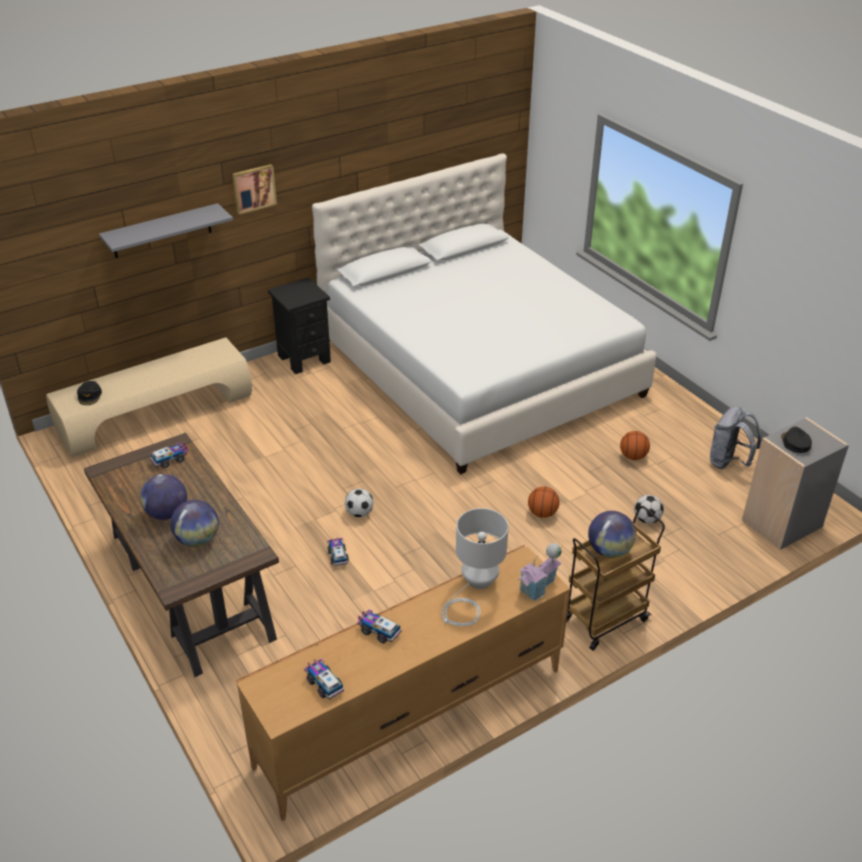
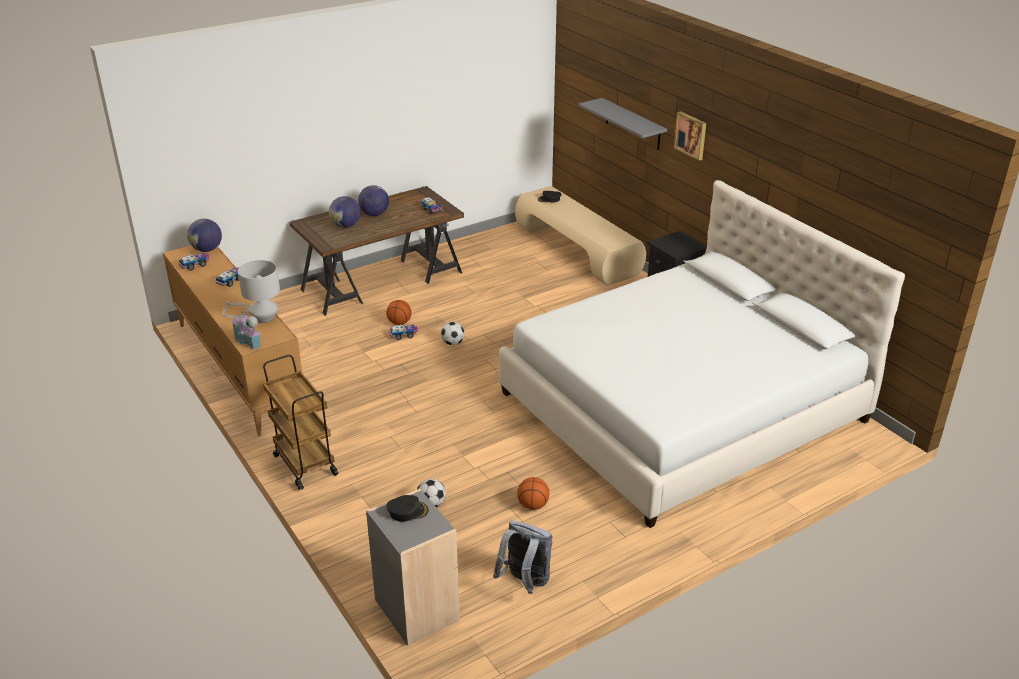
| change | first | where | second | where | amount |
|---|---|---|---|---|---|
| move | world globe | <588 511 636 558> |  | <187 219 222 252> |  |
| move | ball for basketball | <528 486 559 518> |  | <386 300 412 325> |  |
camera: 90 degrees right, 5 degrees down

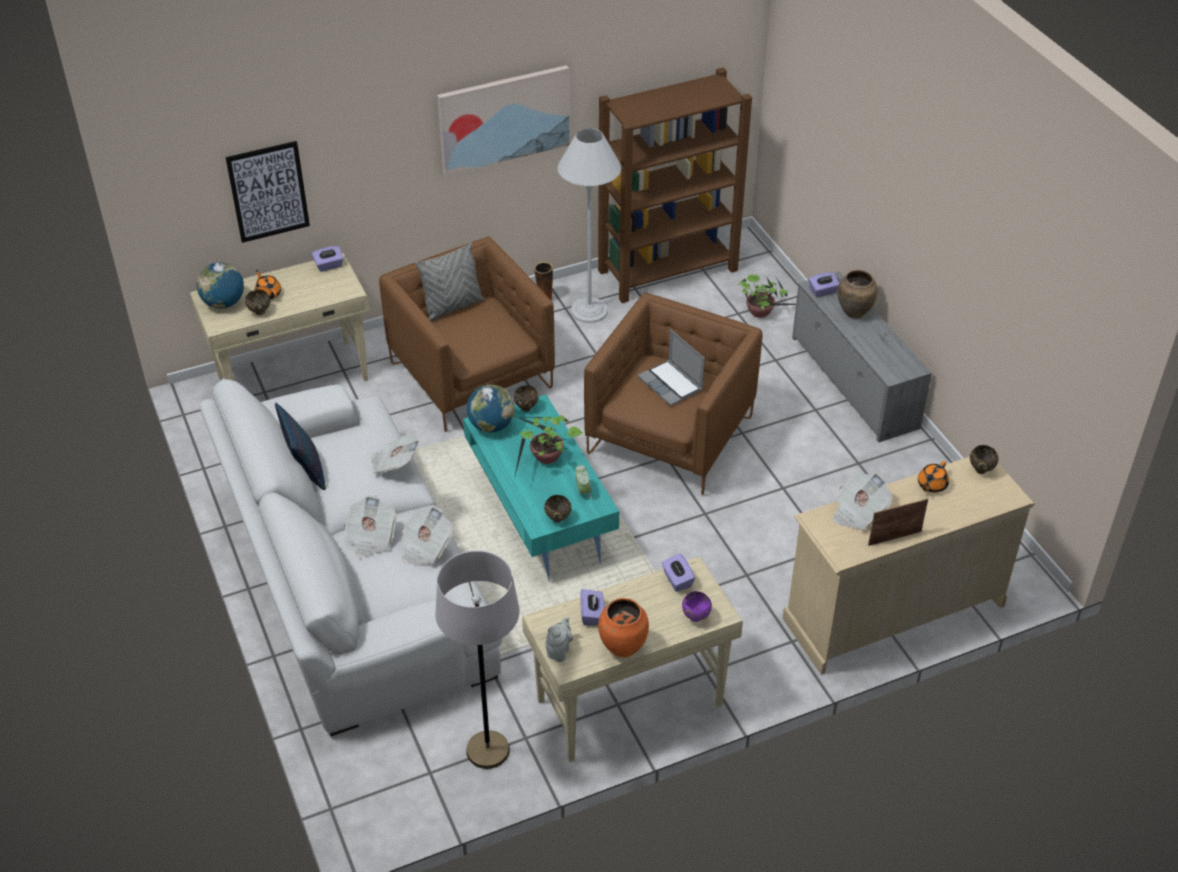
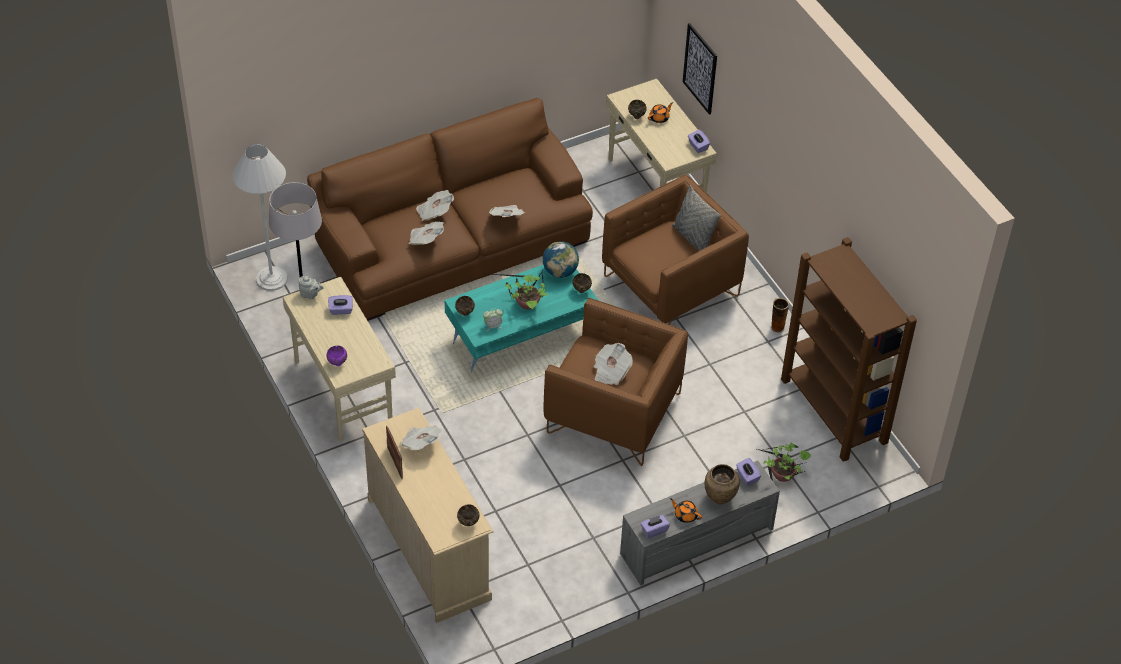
| change | first | where | second | where | amount |
|---|---|---|---|---|---|
| move | standard lamp in whitish | <557 128 621 323> |  | <232 144 288 291> |  |
| recolor | couch in whitish | <200 379 502 736> | couch in brown-coloured | <307 98 593 321> |  |
| replace | laptop | <638 329 705 406> | daily paper | <594 343 633 385> |  |
| move | tissue box in purple-coloured | <662 553 695 592> |  | <641 515 670 538> |  |
| move | tea pot in orangey | <918 461 949 493> |  | <670 498 702 523> |  |
| delete | world globe | <197 262 244 309> |  |  |  |
| delete | throw pillow in blue | <275 403 326 490> |  |  |  |
| delete | picture | <437 65 570 176> |  |  |  |
| delete | vase in orangey | <598 598 649 658> |  |  |  |
camera: 85 degrees right, 5 degrees up

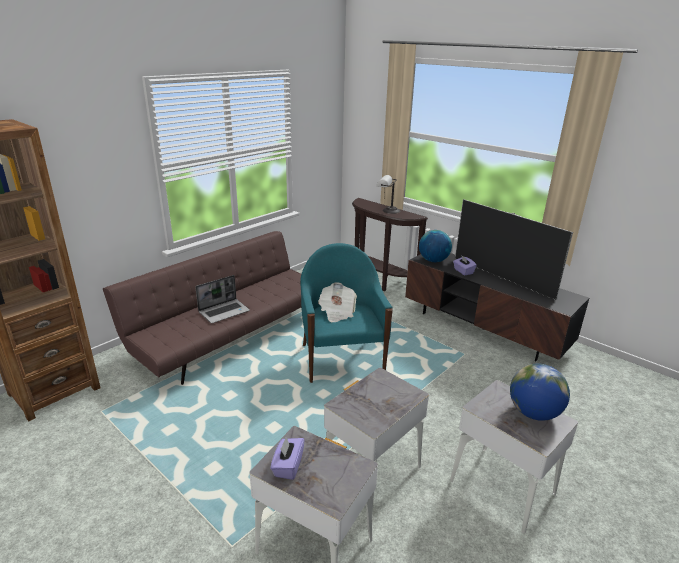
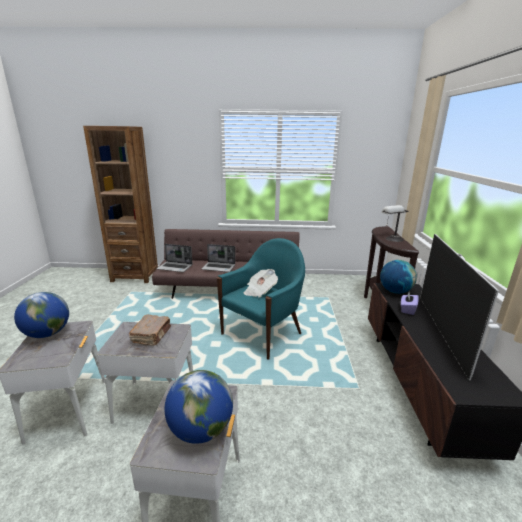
| change | first | where | second | where | amount |
|---|---|---|---|---|---|
| replace | tissue box in purple-coloured | <270 437 305 480> | world globe | <14 292 69 338> |  |
| insert |  |  | book in brown-coloured | <129 315 171 345> |  |
| insert |  |  | laptop | <156 244 193 272> |  |
camera: 50 degrees right, 5 degrees down

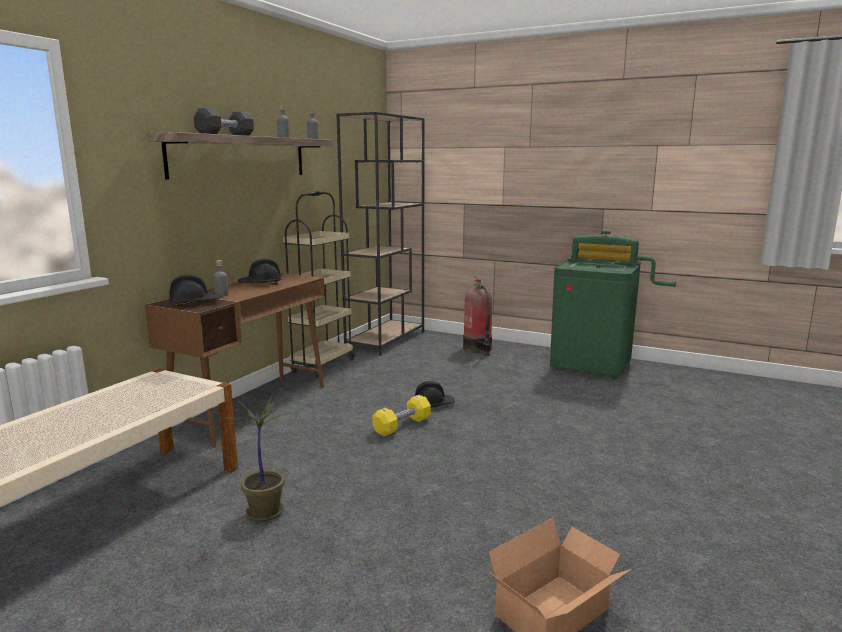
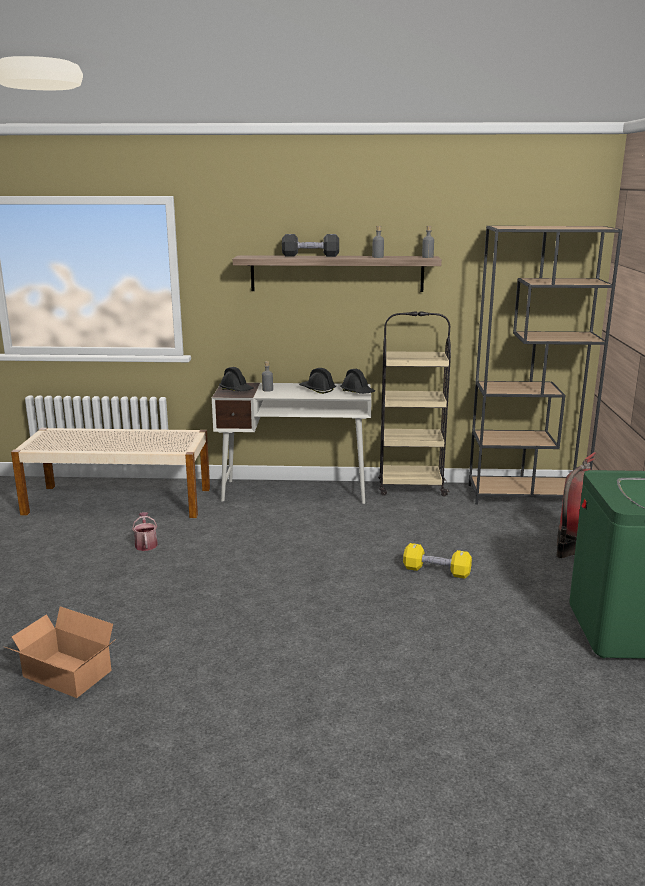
| change | first | where | second | where | amount |
|---|---|---|---|---|---|
| replace | plant in a pot | <218 394 304 522> | watering can | <132 512 158 551> |  |
| recolor | desk unit in brown-coloured | <145 273 325 447> | desk unit in whitish | <212 383 372 504> |  |
| move | hard hat in black | <415 381 455 408> |  | <340 369 375 394> |  |
| move | free weight in yellowish | <372 395 431 437> |  | <403 543 472 579> |  |
camera: 65 degrees right, 5 degrees up

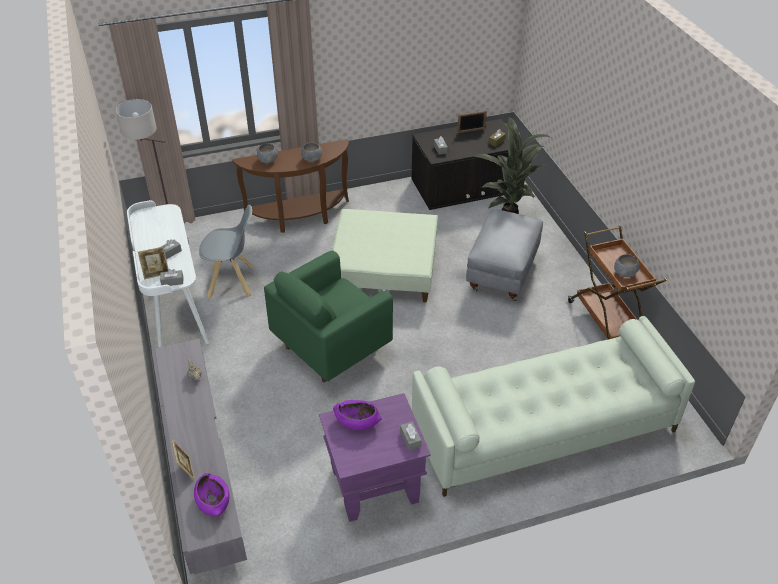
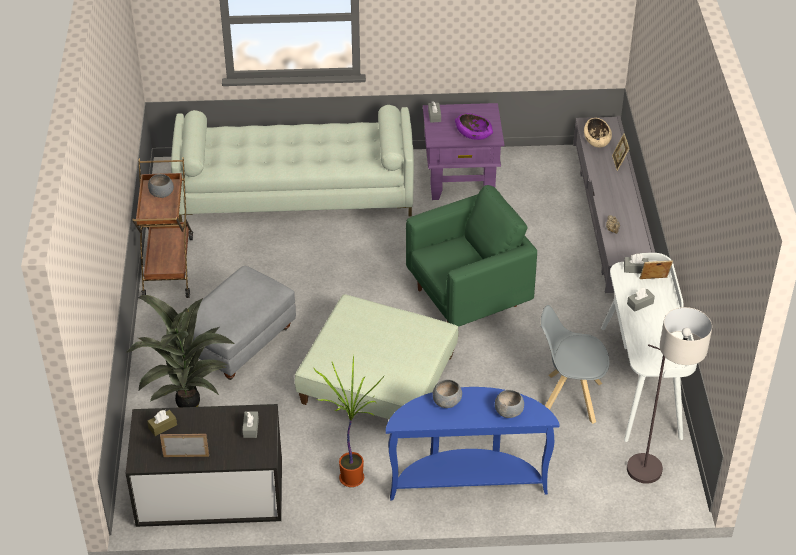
| change | first | where | second | where | amount |
|---|---|---|---|---|---|
| insert |  |  | plant in a pot | <313 355 385 487> |  |
| recolor | hall table in brown-coloured | <232 139 349 233> | hall table in blue | <386 387 560 500> |  |
| recolor | deep dish in purple-coloured | <194 473 230 516> | deep dish in beige | <584 118 612 148> |  |
camera: 165 degrees left, 0 degrees up

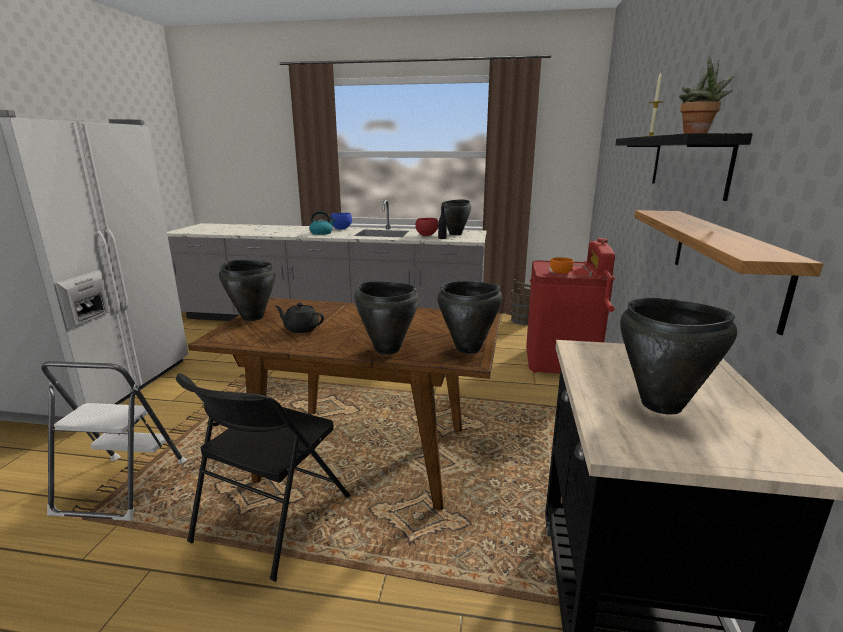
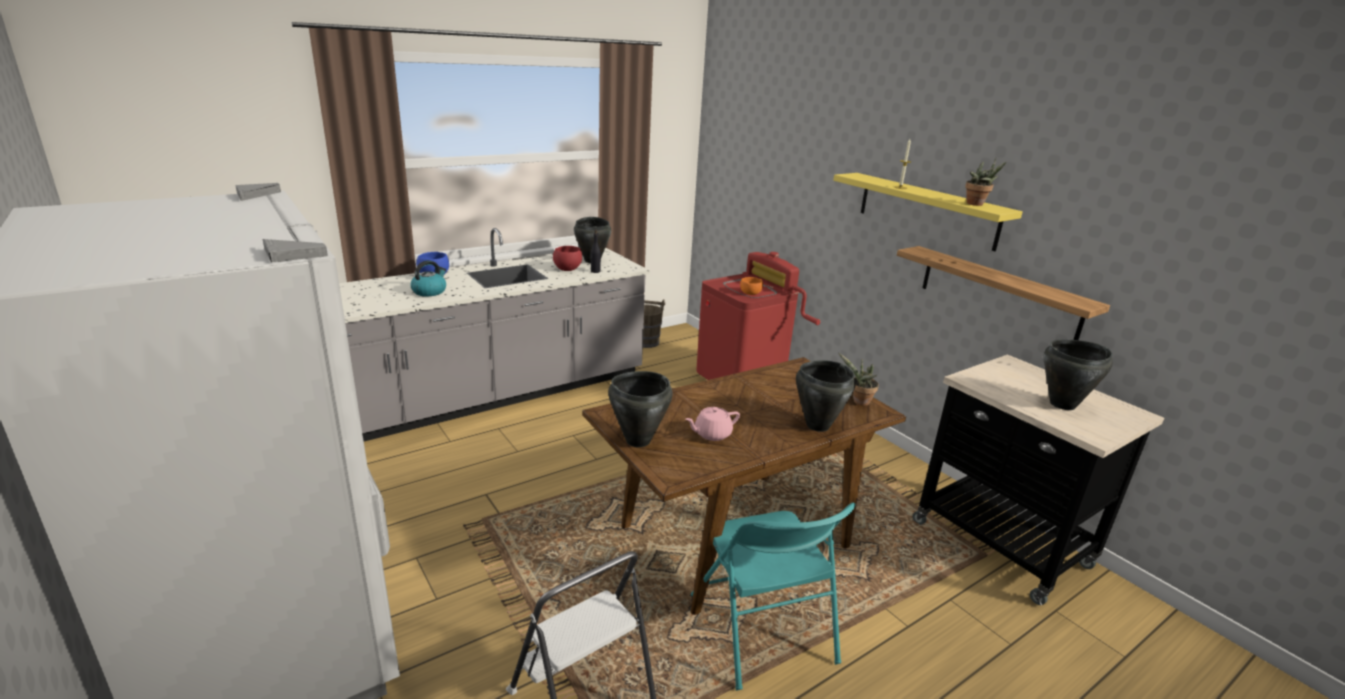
| change | first | where | second | where | amount |
|---|---|---|---|---|---|
| recolor | tea pot in black | <275 303 324 333> | tea pot in pink-coloured | <685 407 740 441> |  |
| recolor | plain chair in black | <176 373 351 582> | plain chair in blue-green | <691 503 856 691> |  |
| recolor | wall shelf in black | <616 133 753 201> | wall shelf in yellowish | <833 173 1023 251> |  |
| replace | saucepot in black | <437 281 502 354> | plant in a pot | <838 353 879 406> |  |
camera: 45 degrees left, 5 degrees up

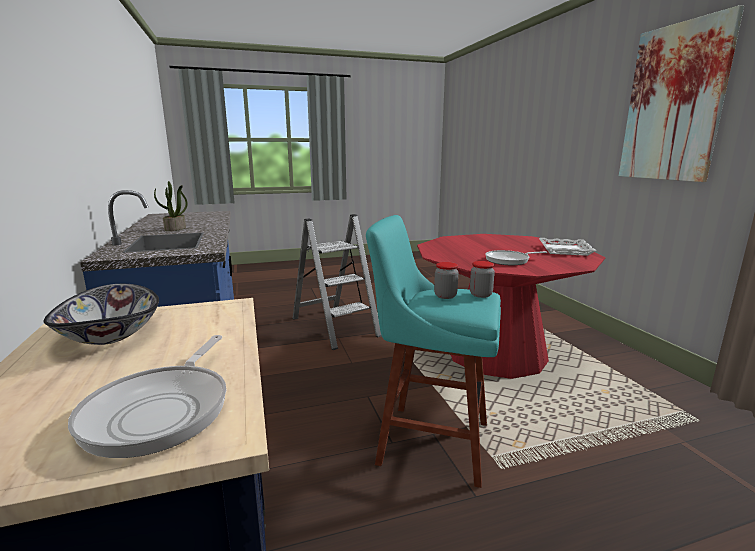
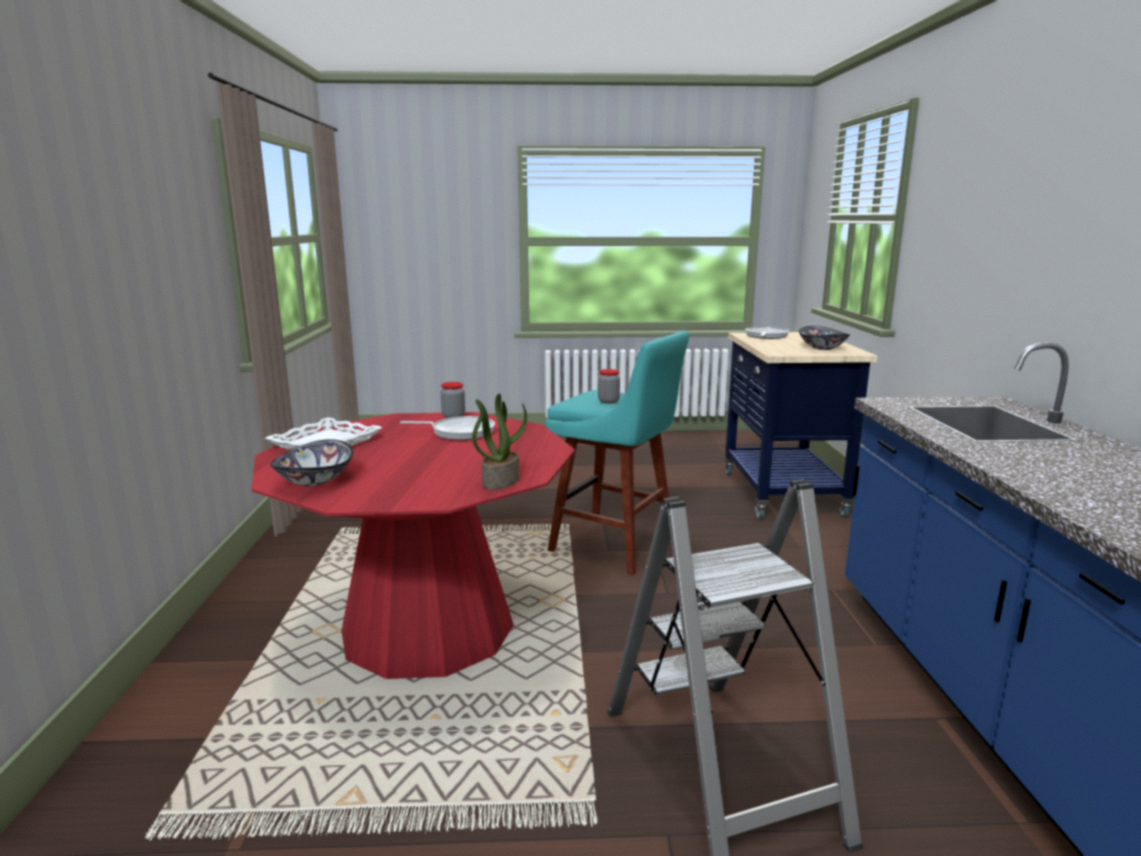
| change | first | where | second | where | amount |
|---|---|---|---|---|---|
| insert |  |  | deep dish | <270 439 354 487> |  |
| move | storage jar | <470 261 495 298> |  | <441 382 465 418> |  |
| move | plant in a pot | <154 181 188 231> |  | <472 393 527 490> |  |
| delete | picture | <619 5 744 182> |  |  |  |
camera: 165 degrees left, 0 degrees up

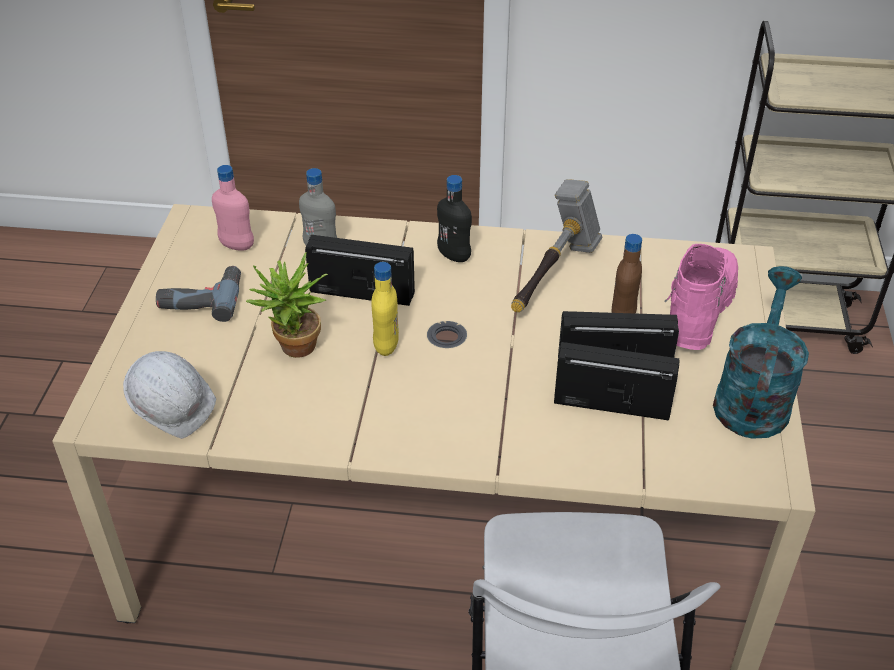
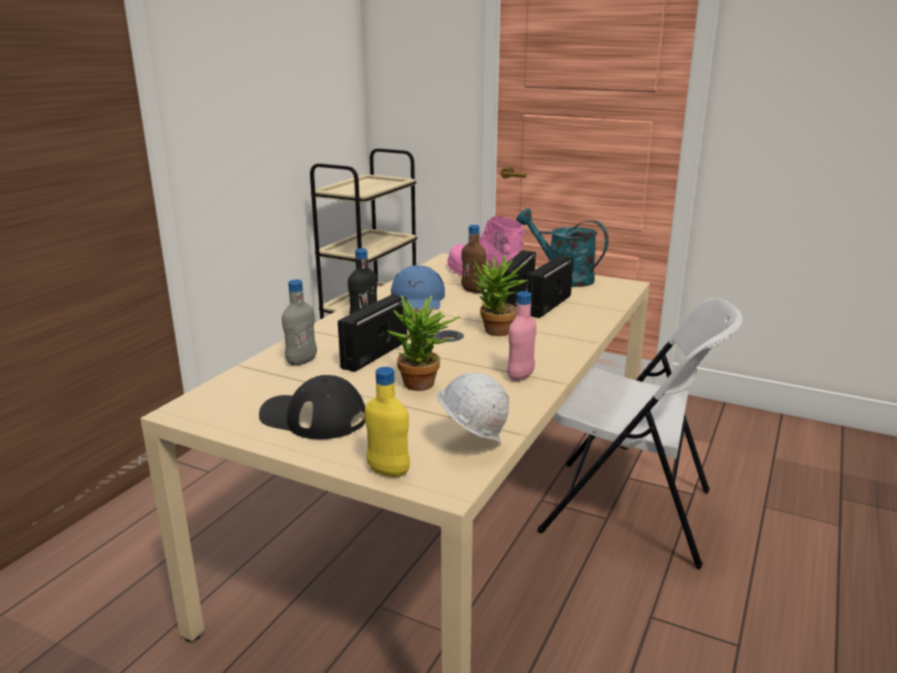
| change | first | where | second | where | amount |
|---|---|---|---|---|---|
| replace | drill | <156 266 241 322> | peaked cap in black | <259 375 365 439> |  |
| move | bottle in yellowish | <371 262 399 356> |  | <364 367 410 477> |  |
| replace | hand hammer | <511 179 602 312> | peaked cap in blue | <391 265 445 309> |  |
| insert |  |  | plant in a pot | <473 254 528 336> |  |
| move | bottle in pink-coloured | <212 165 254 251> |  | <507 291 536 381> |  |
camera: 70 degrees left, 20 degrees down

